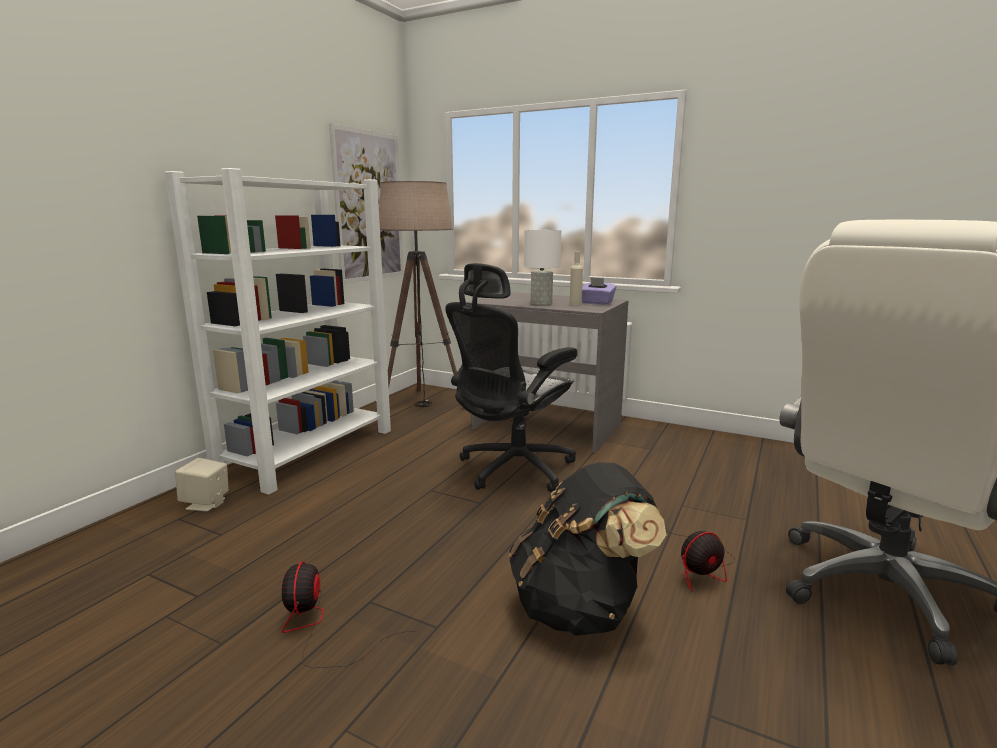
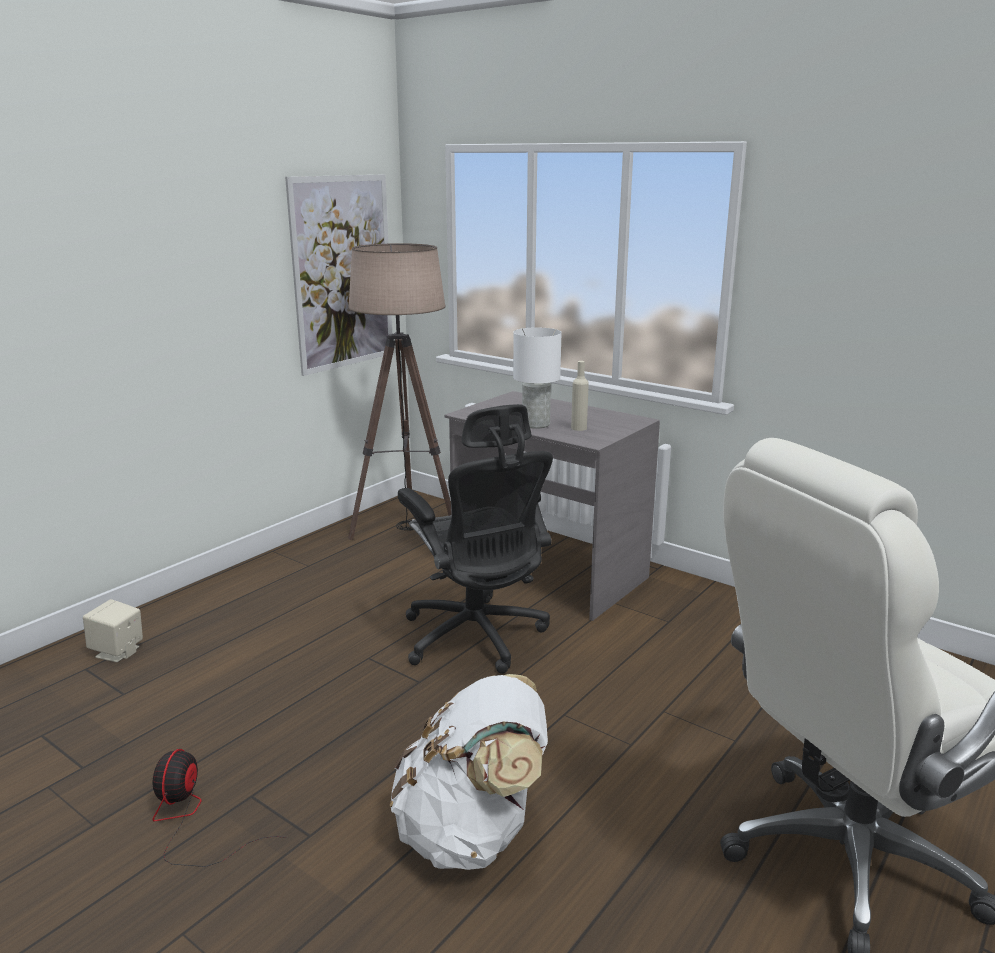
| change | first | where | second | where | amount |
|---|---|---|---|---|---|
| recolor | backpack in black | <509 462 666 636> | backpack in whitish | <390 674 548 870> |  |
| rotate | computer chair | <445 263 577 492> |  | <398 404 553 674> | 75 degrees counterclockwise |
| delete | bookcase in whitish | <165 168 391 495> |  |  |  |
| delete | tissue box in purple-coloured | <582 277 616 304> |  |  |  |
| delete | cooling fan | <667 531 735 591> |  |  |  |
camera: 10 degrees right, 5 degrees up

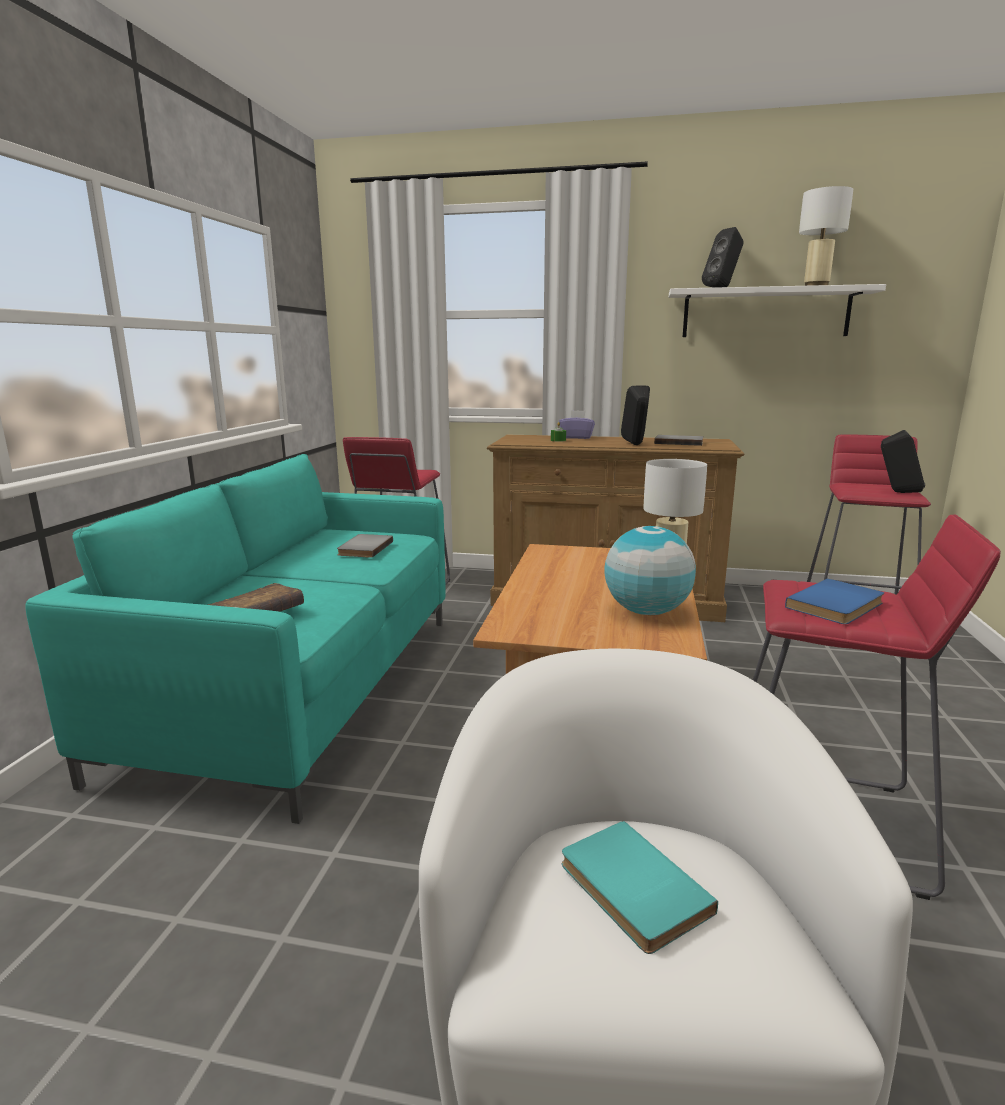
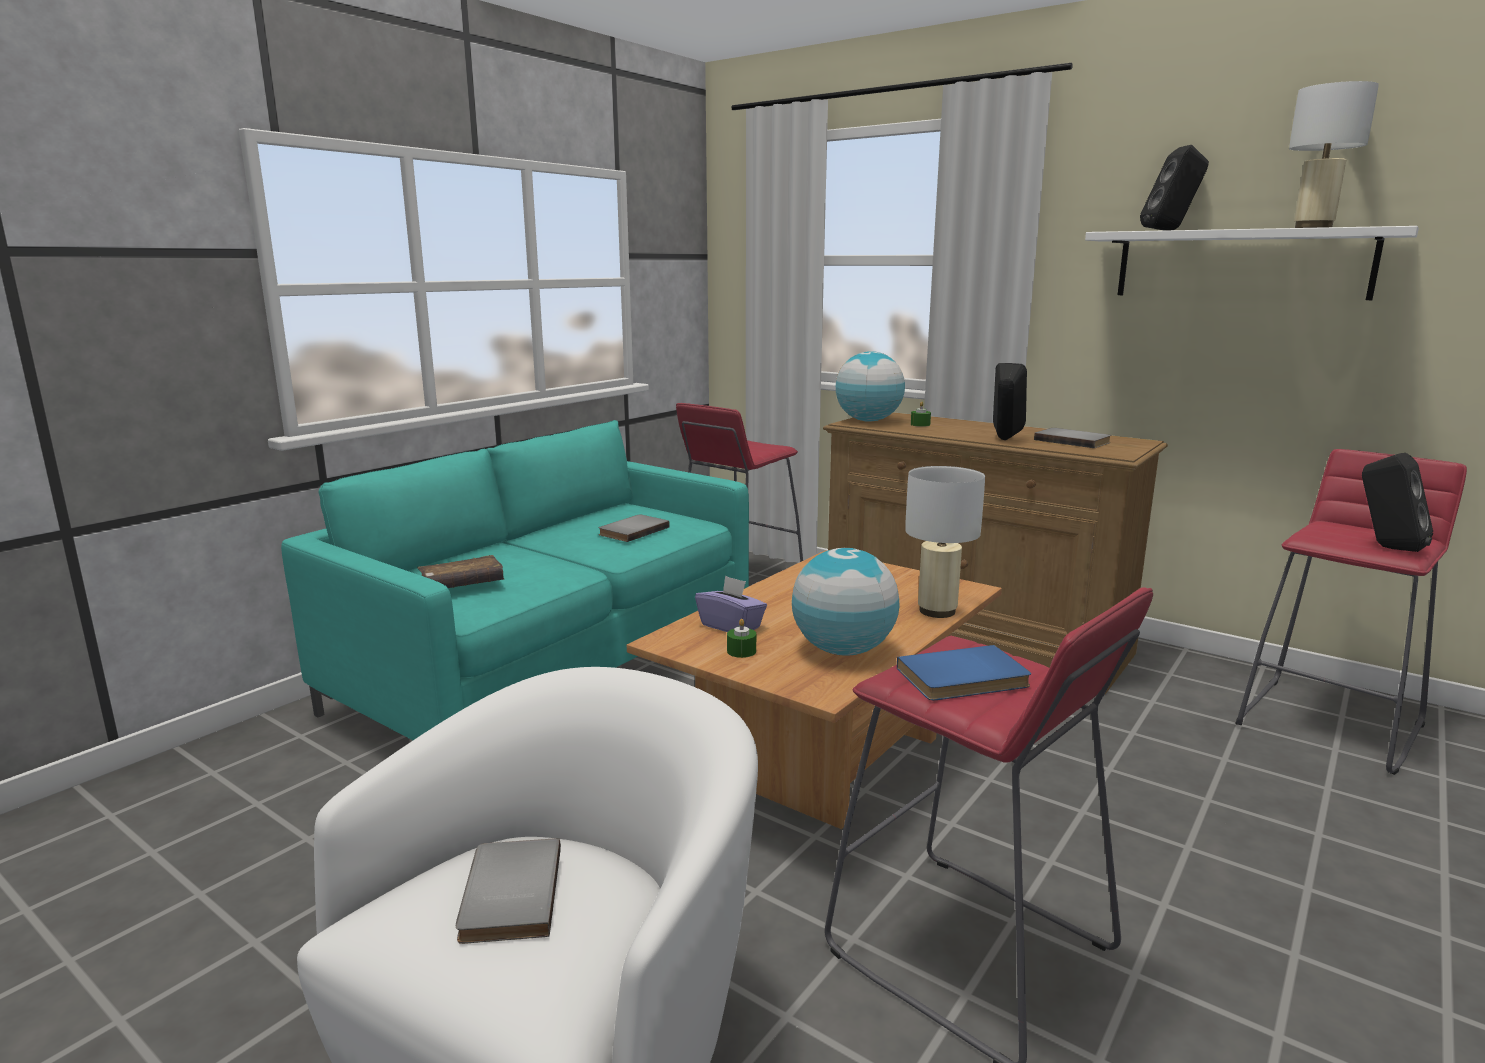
| change | first | where | second | where | amount |
|---|---|---|---|---|---|
| recolor | book in blue-green | <562 821 718 954> | book in gray | <456 838 561 944> |  |
| move | tissue box in purple-coloured | <559 410 595 439> |  | <695 575 767 632> |  |
| insert |  |  | wax light in green | <727 619 756 658> |  |
| insert |  |  | world globe | <836 351 905 422> |  |
camera: 25 degrees right, 0 degrees up

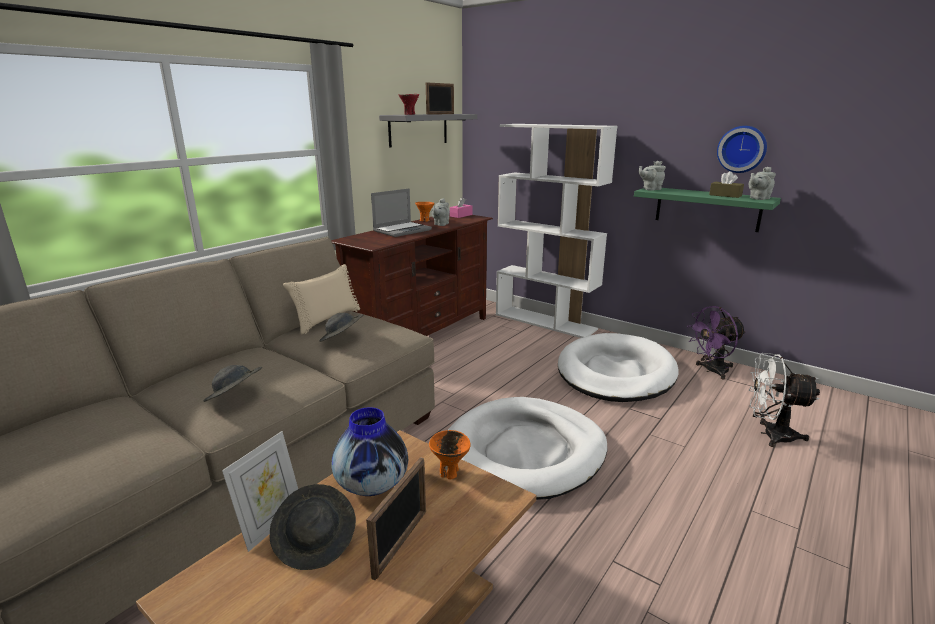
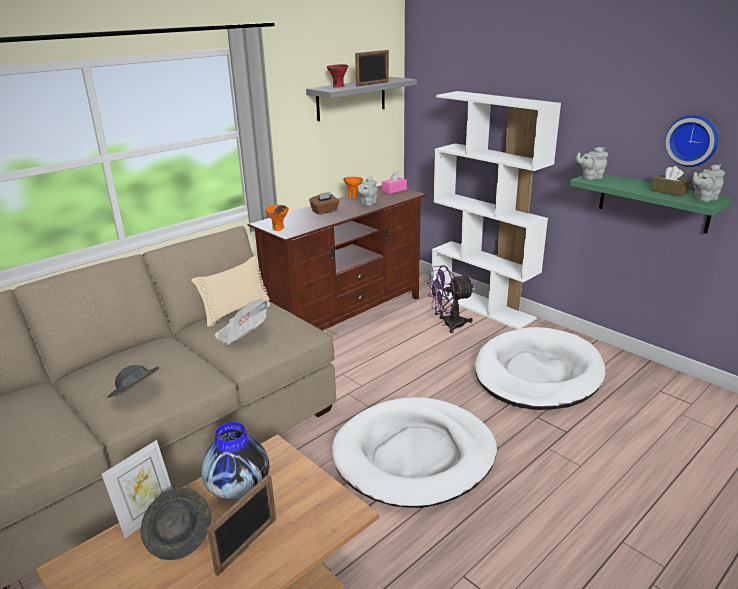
| change | first | where | second | where | amount |
|---|---|---|---|---|---|
| replace | clothing hat in gray | <319 313 363 342> | daily paper | <215 300 270 346> |  |
| move | deep dish in orangey | <429 430 471 480> |  | <265 205 289 231> |  |
| replace | laptop | <371 188 432 237> | tissue box in brown-coloured | <309 192 339 215> |  |
| move | cooling fan in purple-coloured | <687 306 746 380> |  | <427 265 474 333> |  |
| delete | cooling fan in whitish | <749 353 820 447> |  |  |  |
camera: 10 degrees right, 5 degrees up

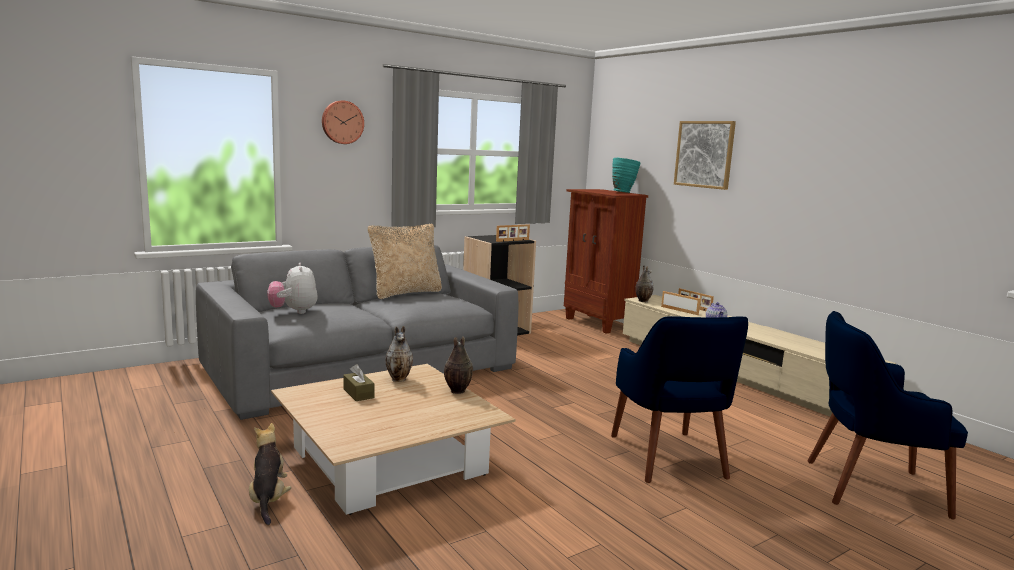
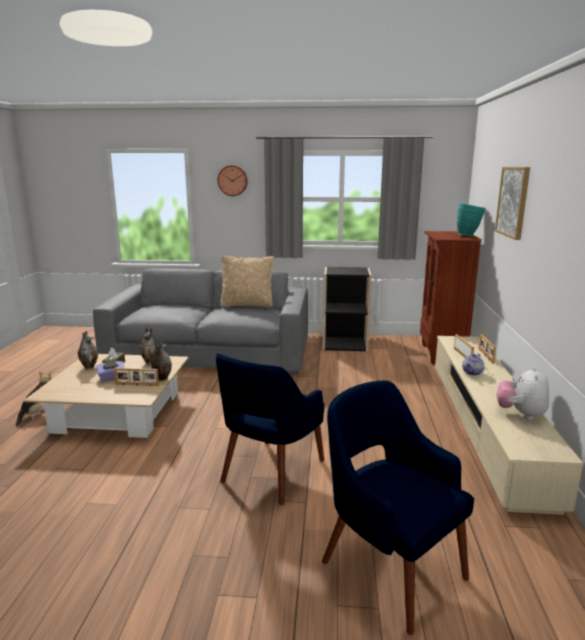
| change | first | where | second | where | amount |
|---|---|---|---|---|---|
| move | vase | <635 265 654 302> |  | <78 331 98 369> |  |
| insert |  |  | tissue box in purple-coloured | <97 360 124 382> |  |
| move | picture frame | <496 224 530 242> |  | <114 368 159 386> |  |
| move | plush toy | <267 263 318 314> |  | <497 367 549 420> |  |
camera: 40 degrees right, 5 degrees up

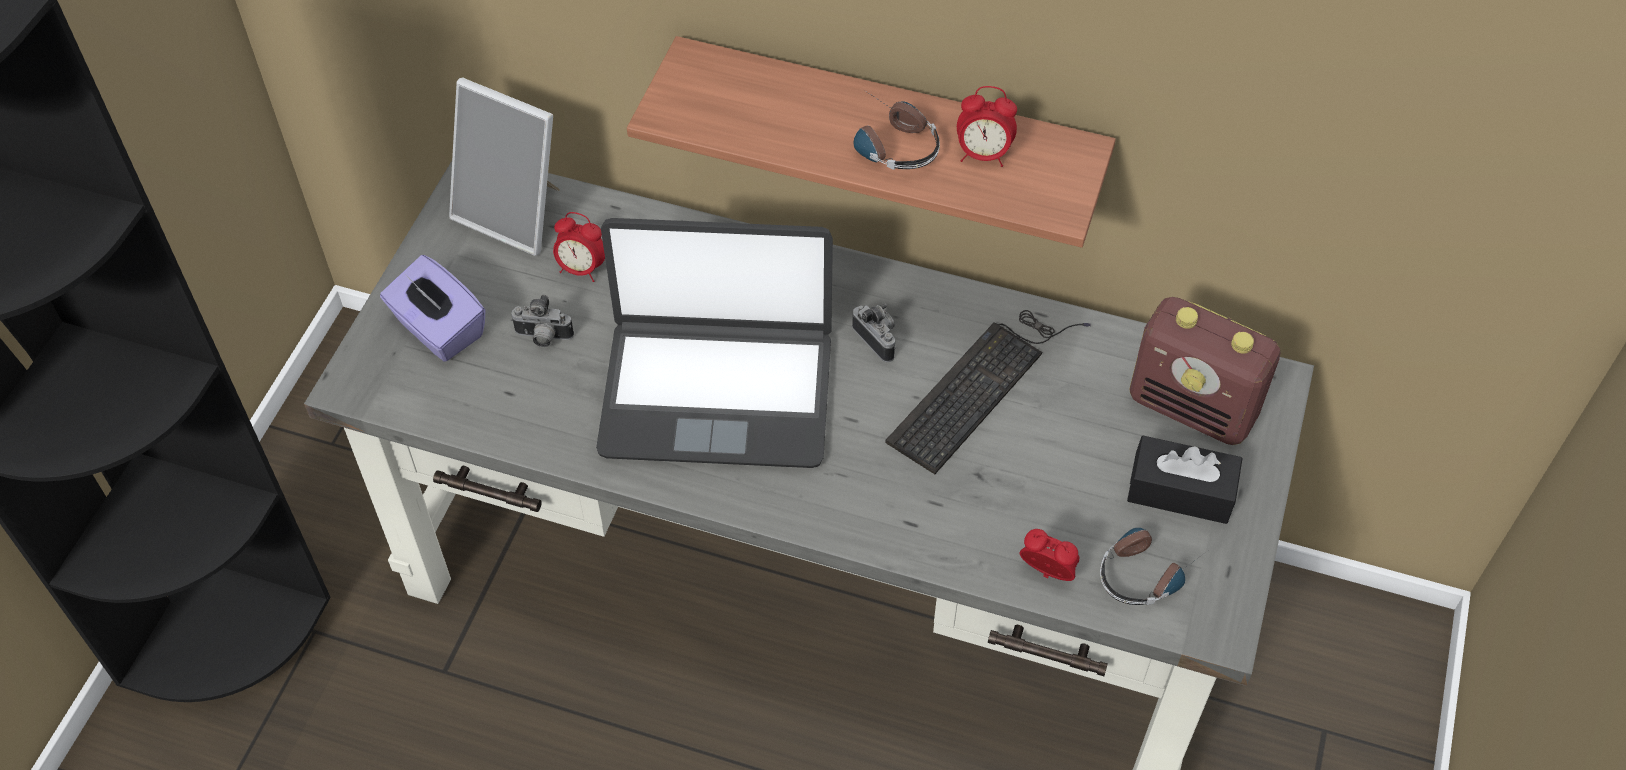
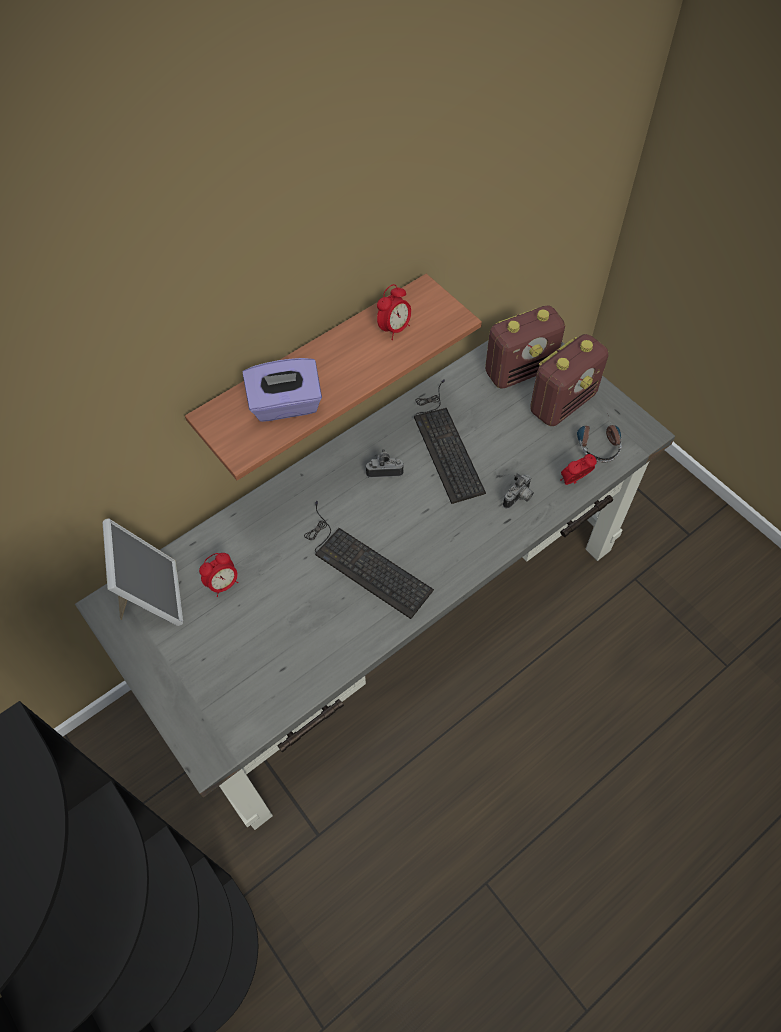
| change | first | where | second | where | amount |
|---|---|---|---|---|---|
| rotate | picture frame | <449 78 560 256> |  | <102 518 183 626> | 75 degrees counterclockwise |
| move | tissue box in purple-coloured | <380 255 486 362> |  | <243 358 322 422> |  |
| replace | laptop | <596 218 833 468> | computer keyboard | <304 501 434 619> |  |
| move | still camera | <511 295 574 347> |  | <503 474 534 509> |  |
| replace | tissue box in black | <1127 436 1242 524> | radio set | <530 334 608 426> |  |
| delete | headset | <853 91 940 170> |  |  |  |
camera: 55 degrees left, 5 degrees up

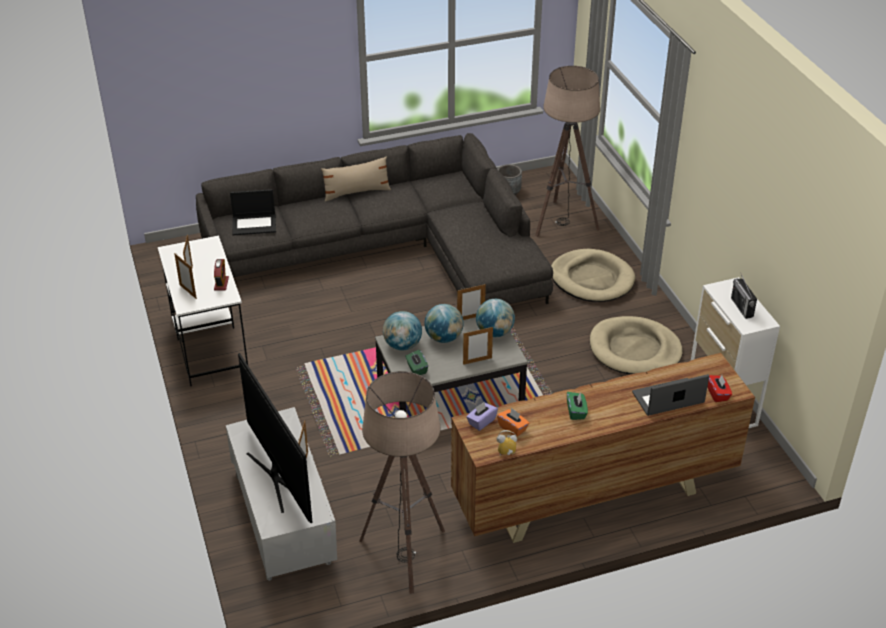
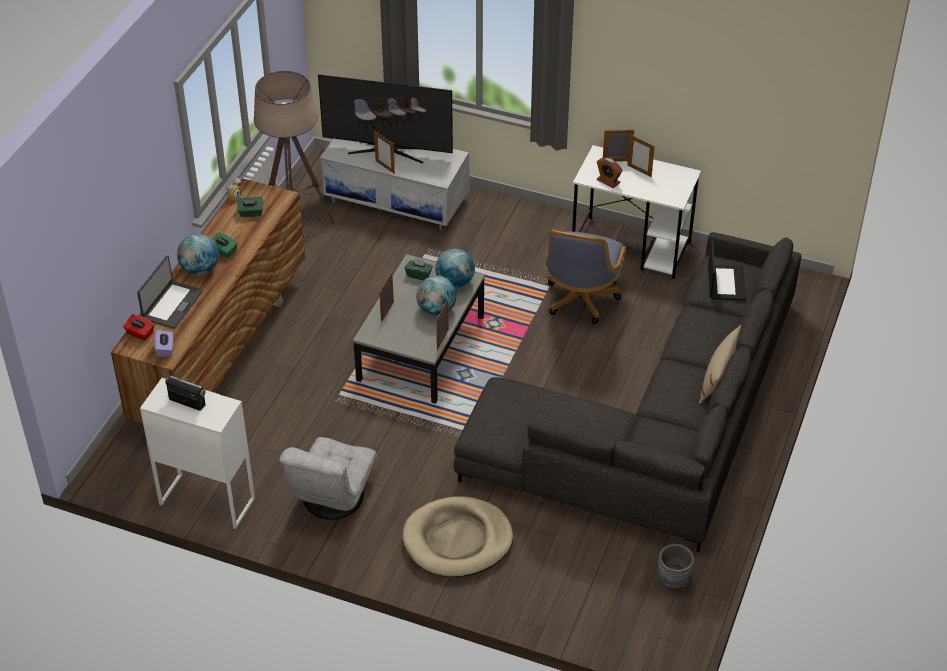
| change | first | where | second | where | amount |
|---|---|---|---|---|---|
| move | tissue box in purple-coloured | <466 401 498 431> |  | <154 330 173 357> |  |
| move | world globe | <476 299 515 337> |  | <177 234 219 275> |  |
| recolor | tissue box in orangey | <497 408 529 437> | tissue box in green | <237 196 263 217> |  |
| replace | pet bed in beige | <590 316 683 375> | lounge chair in gray | <279 437 378 520> |  |
| insert |  |  | computer chair in blue | <546 230 626 324> |  |
| rotate | laptop | <230 189 276 235> |  | <708 241 746 300> | 150 degrees clockwise |
| delete | standard lamp | <535 66 600 237> |  |  |  |
camera: 130 degrees right, 5 degrees up

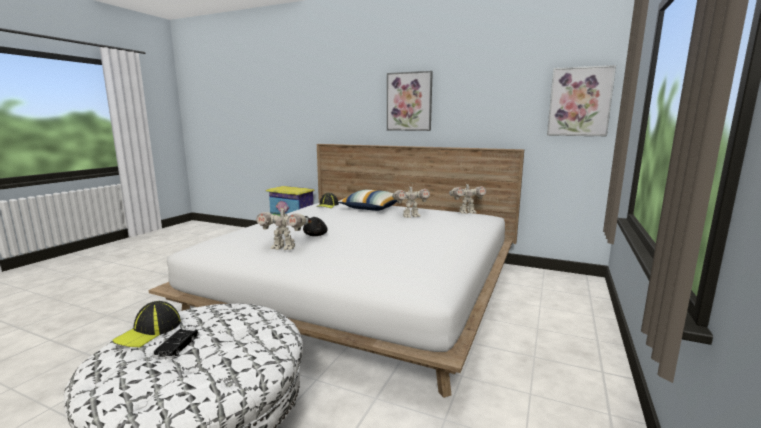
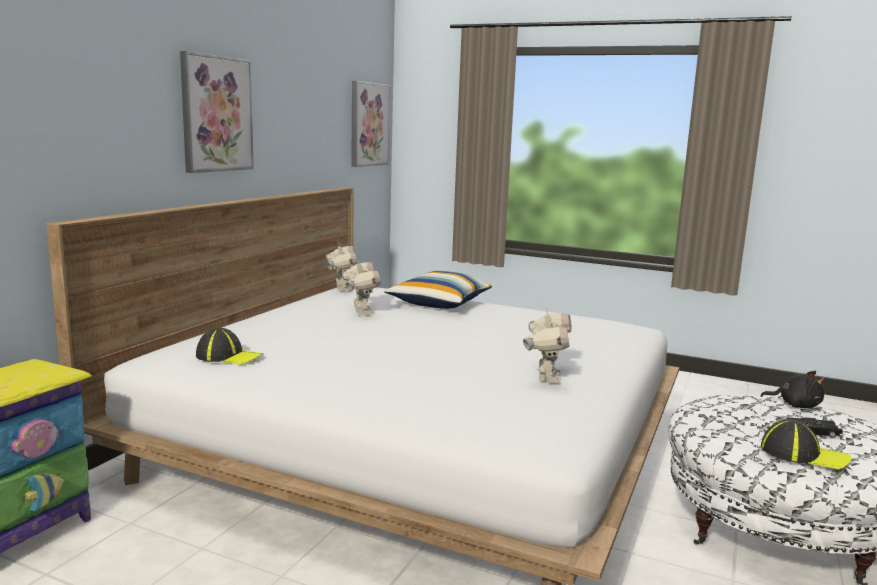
| change | first | where | second | where | amount |
|---|---|---|---|---|---|
| move | throw pillow | <338 190 397 211> |  | <384 271 492 309> |  |
| move | plush toy in black | <303 216 327 236> |  | <761 371 825 408> |  |
camera: 90 degrees left, 0 degrees up

